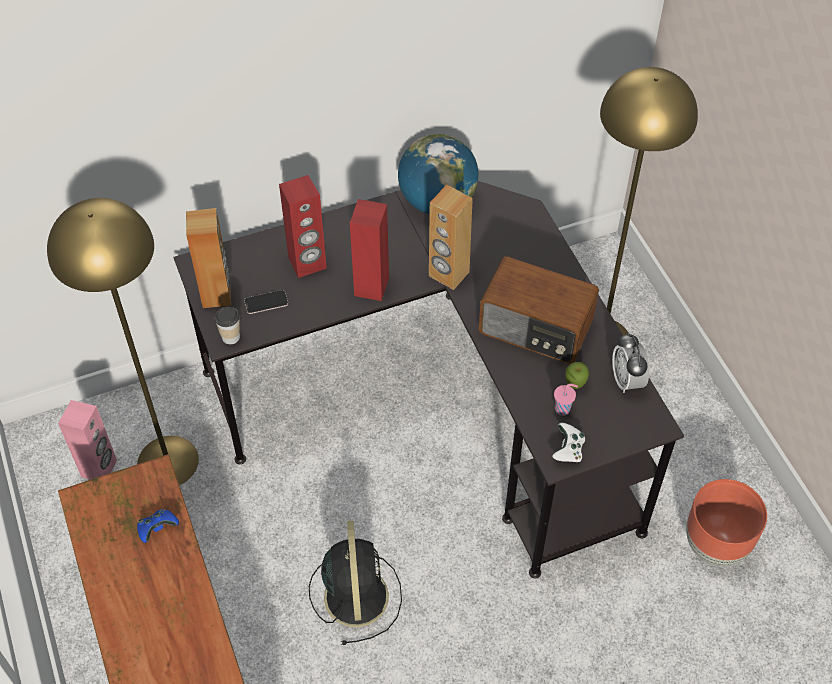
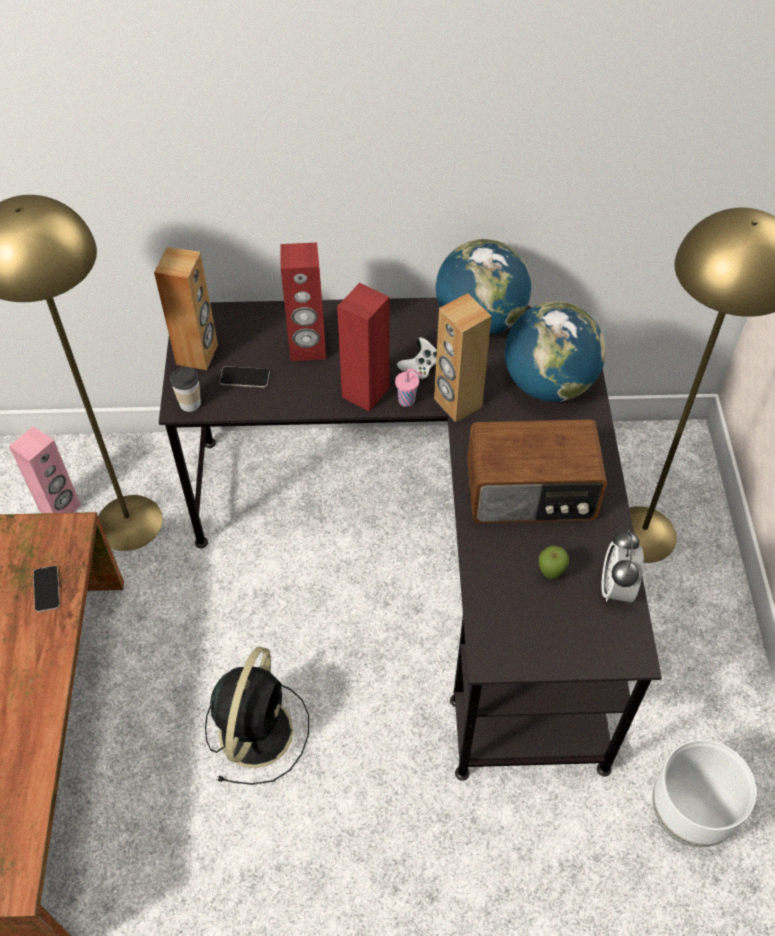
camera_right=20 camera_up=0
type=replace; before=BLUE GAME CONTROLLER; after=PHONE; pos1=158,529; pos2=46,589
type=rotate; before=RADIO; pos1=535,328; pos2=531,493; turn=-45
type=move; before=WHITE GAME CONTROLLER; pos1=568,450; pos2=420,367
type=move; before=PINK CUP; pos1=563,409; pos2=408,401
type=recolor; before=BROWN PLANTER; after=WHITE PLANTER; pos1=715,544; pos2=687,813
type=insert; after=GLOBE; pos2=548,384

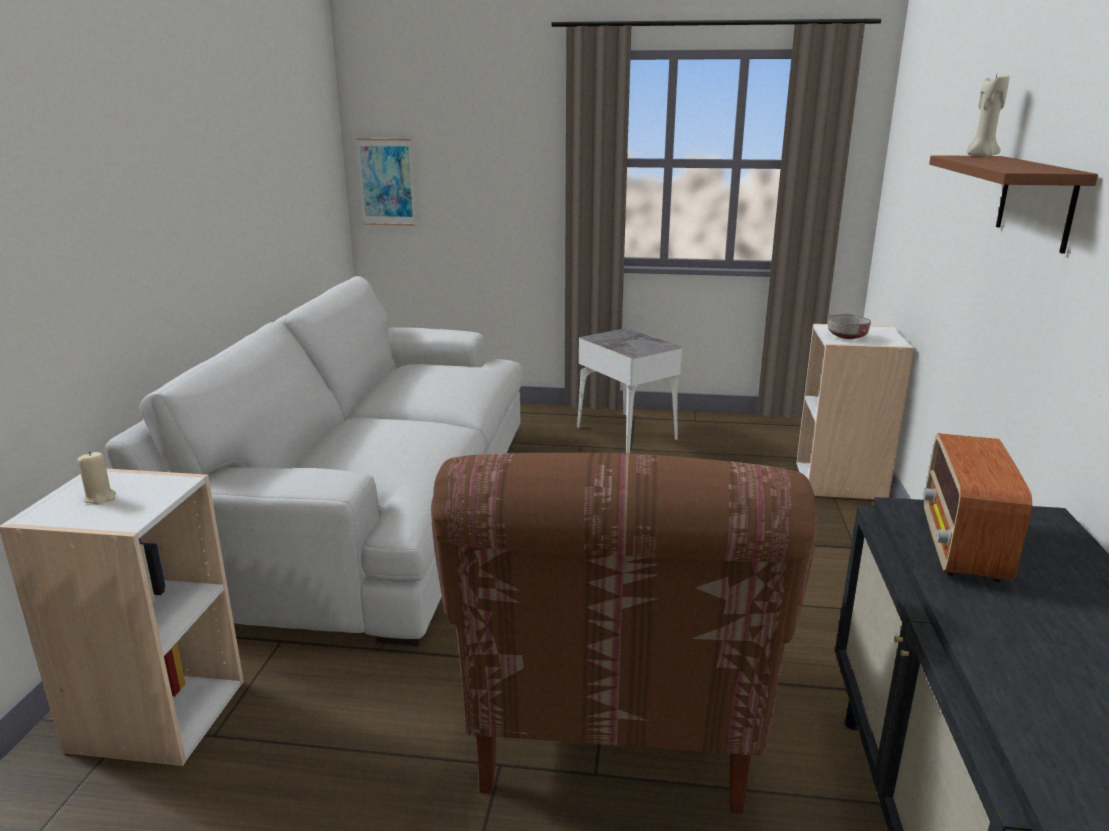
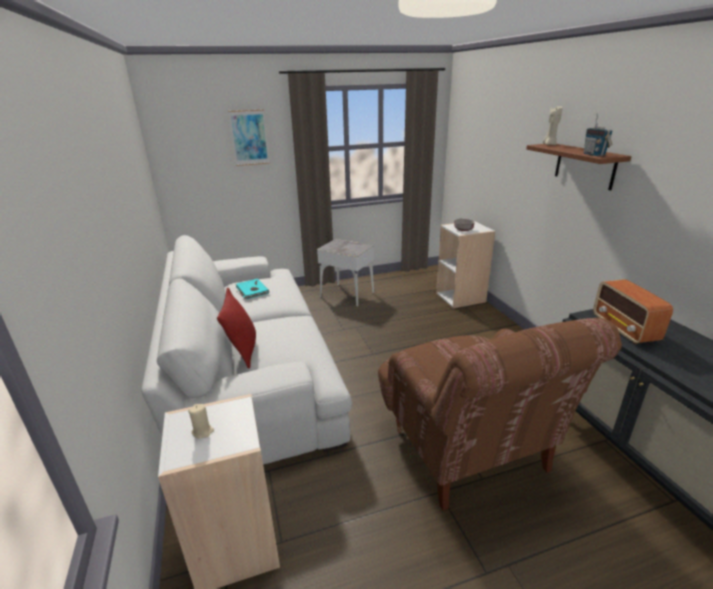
camera_right=-25 camera_up=5
type=move; before=PICTURE; pos1=387,182; pos2=249,138
type=insert; after=RED PILLOW; pos2=243,351
type=insert; after=TURQUOISE BOOK; pos2=252,290
type=insert; after=RADIO; pos2=594,154

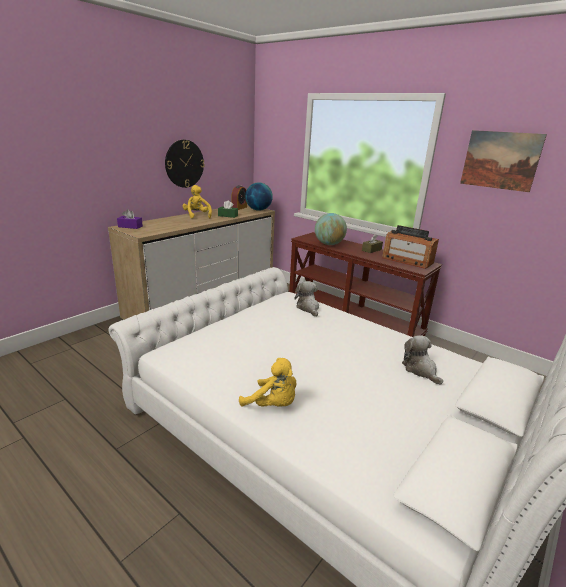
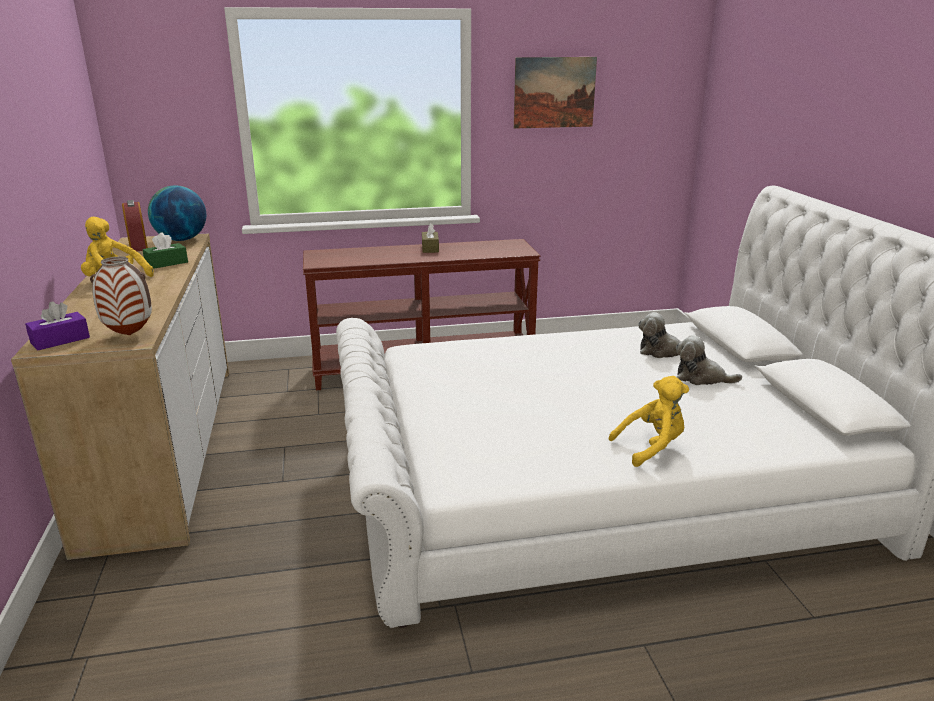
camera_right=-50 camera_up=0
type=delete; before=WALL CLOCK; pos1=184,164
type=move; before=PLUSH TOY; pos1=308,308; pos2=701,378
type=delete; before=GLOBE; pos1=329,244
type=delete; before=RADIO; pos1=407,260
type=insert; after=VASE; pos2=130,335

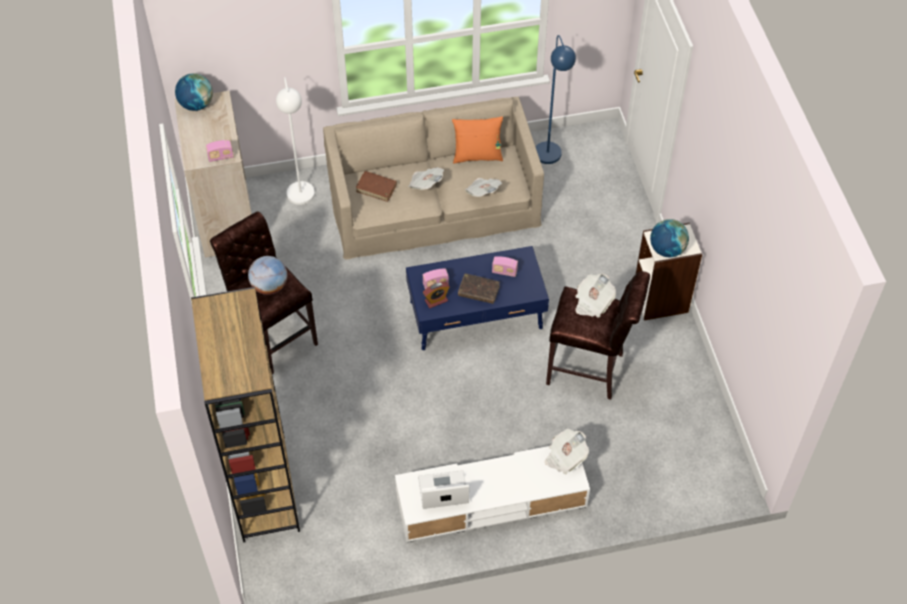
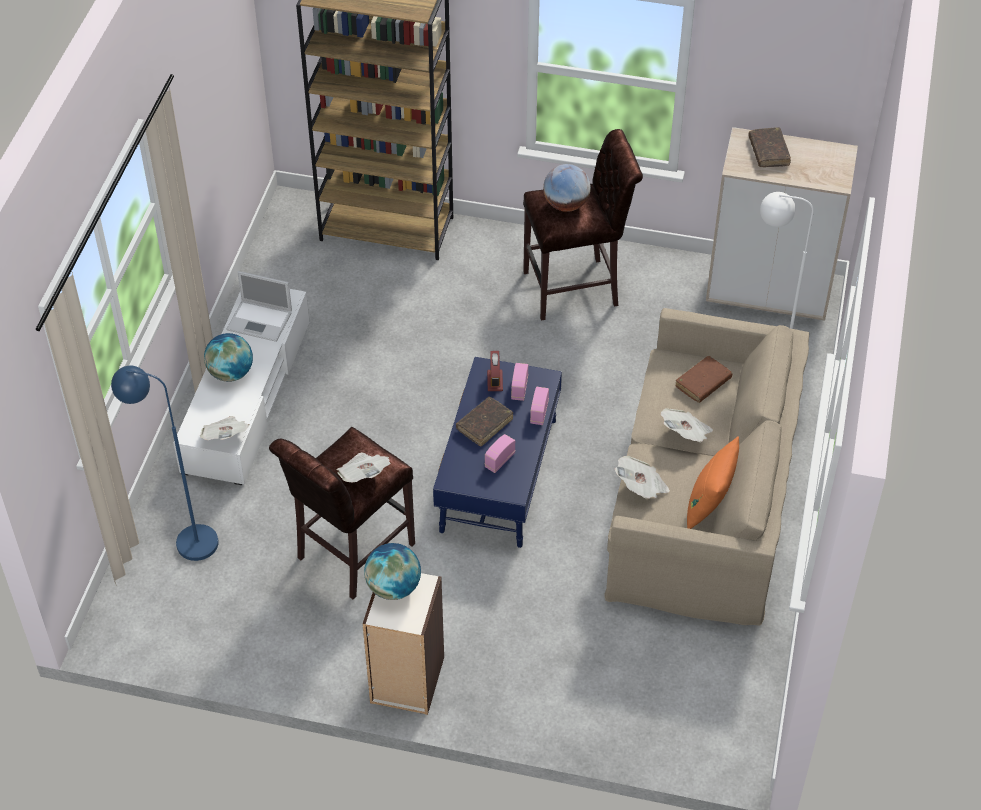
camera_right=115 camera_up=-5
type=move; before=GLOBE; pos1=196,104; pos2=231,373
type=move; before=RADIO; pos1=221,157; pos2=539,413
type=rotate; before=LAPTOP; pos1=442,490; pos2=260,321; turn=90
type=move; before=BLUE FLOOR LAMP; pos1=550,160; pos2=184,542
type=insert; after=BROWN BOOK; pos2=768,152

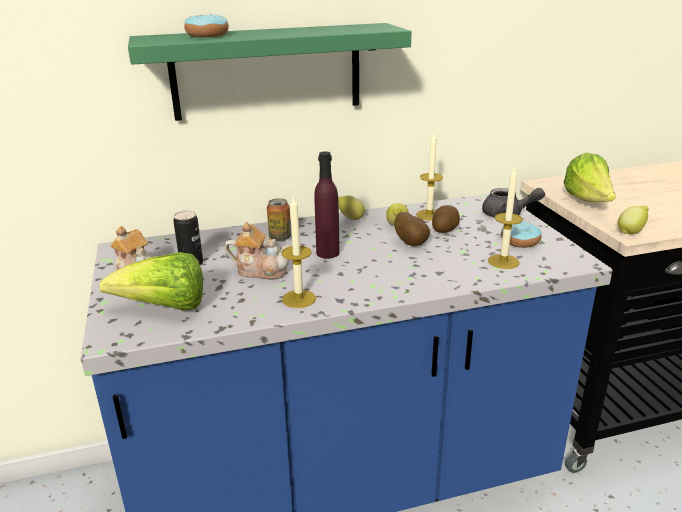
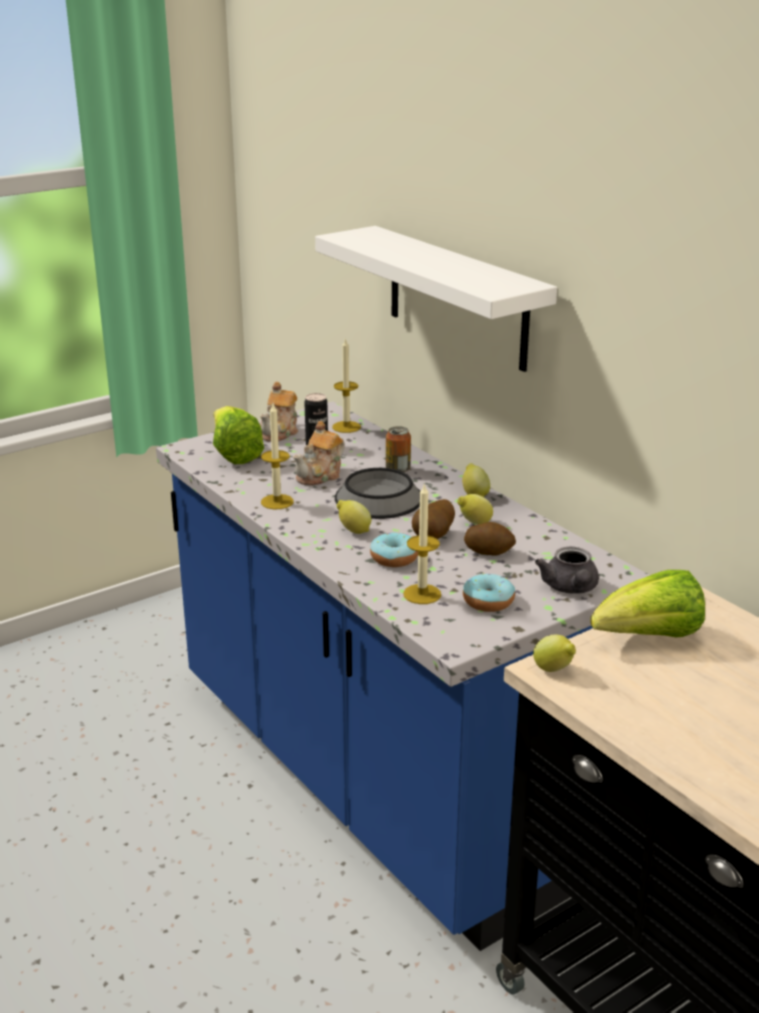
camera_right=70 camera_up=0
type=recolor; before=GREEN SHELF; after=WHITE SHELF; pos1=267,71; pos2=457,298
type=move; before=DONUT; pos1=207,35; pos2=394,558
type=rotate; before=TEAPOT; pos1=260,270; pos2=320,475; turn=45
type=replace; before=PURPLE BOTTLE; after=BOWL; pos1=327,253; pos2=378,498
type=move; before=CANDLE; pos1=429,215; pos2=346,427
type=insert; after=LEMON; pos2=353,531

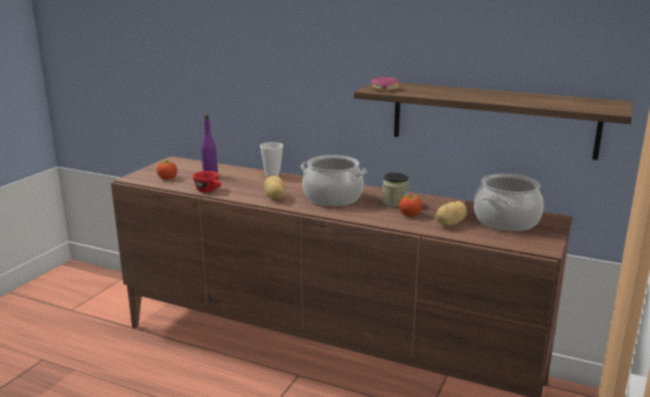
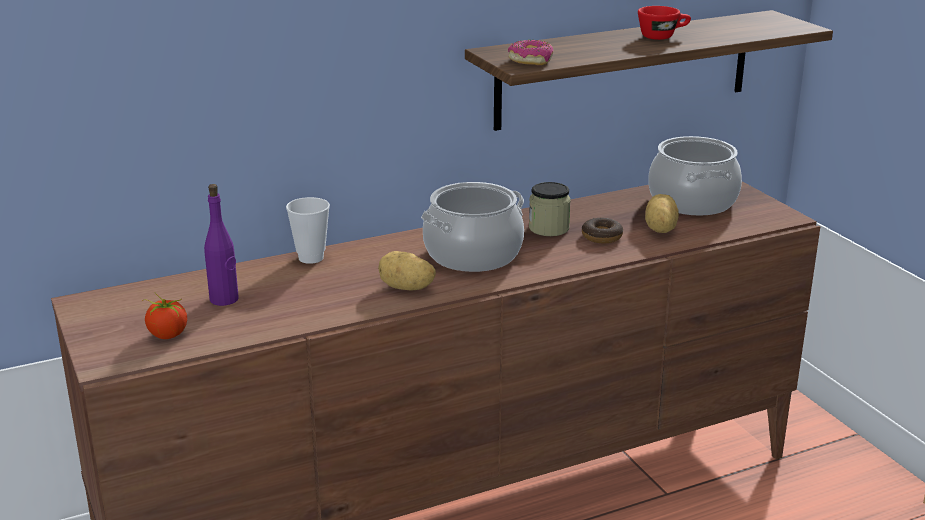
camera_right=-50 camera_up=5
type=move; before=RED CUP; pos1=209,191; pos2=662,36
type=replace; before=TOMATO; after=DONUT; pos1=410,215; pos2=601,237

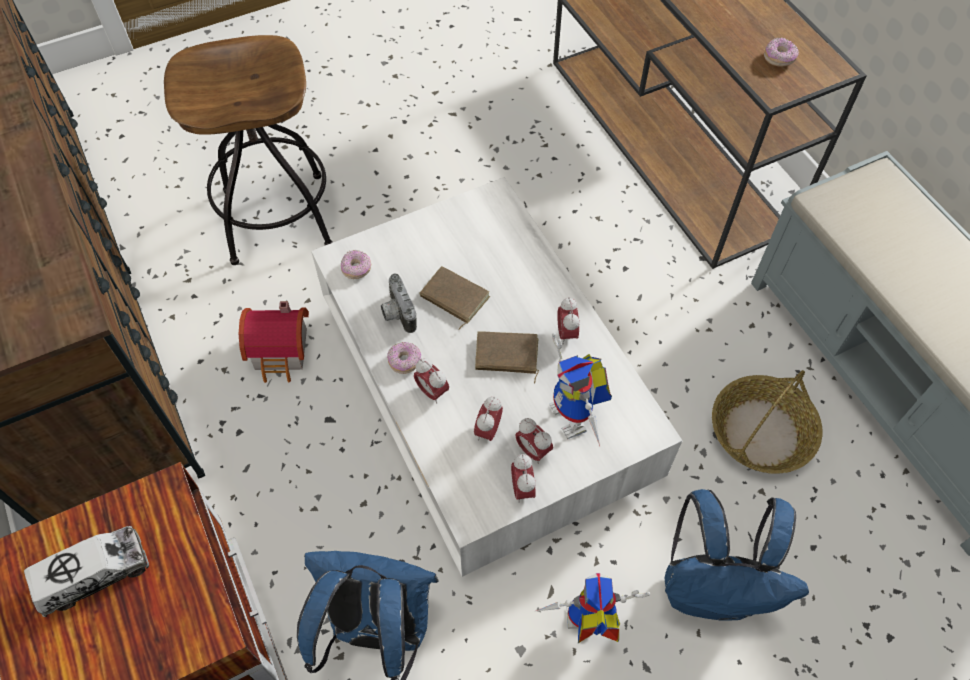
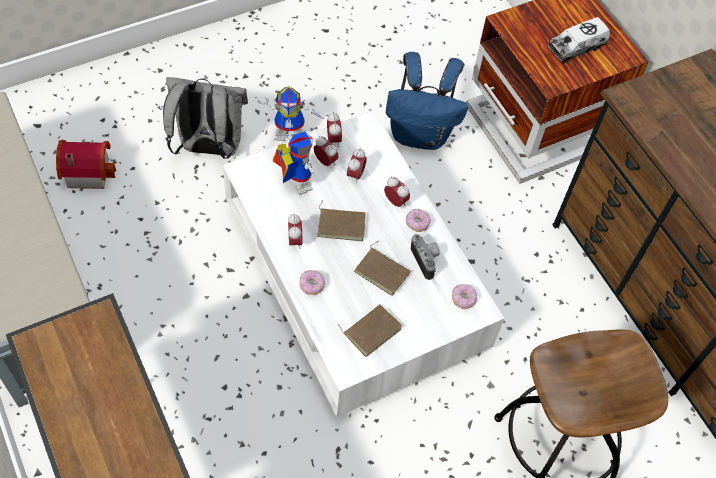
camera_right=175 camera_up=0
type=move; before=TOY HOUSE; pos1=282,353; pos2=87,170
type=recolor; before=BLUE BACKPACK; after=GREY BACKPACK; pos1=710,589; pos2=208,147
type=delete; before=BASKET; pos1=761,432
type=move; before=DONUT; pos1=779,59; pos2=312,285
type=insert; after=BROWN BOOK; pos2=371,330

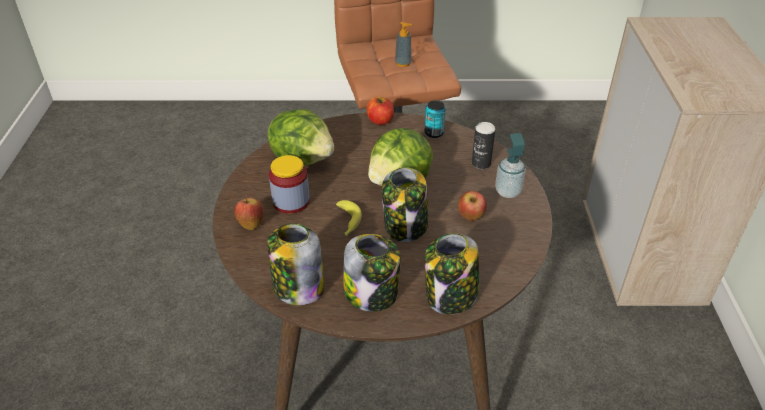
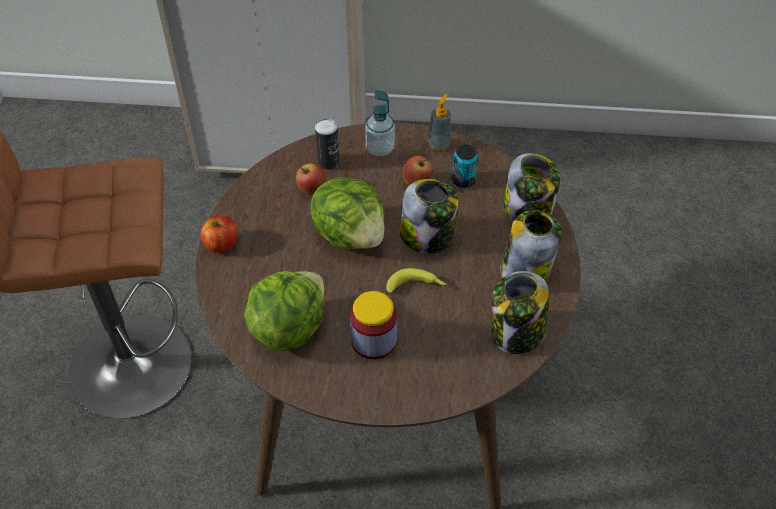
camera_right=-85 camera_up=10
type=move; before=APPLE; pos1=251,223; pos2=311,190
type=move; before=SOAP DISPENSER; pos1=403,63; pos2=439,145
type=move; before=CAN; pos1=434,133; pos2=463,180

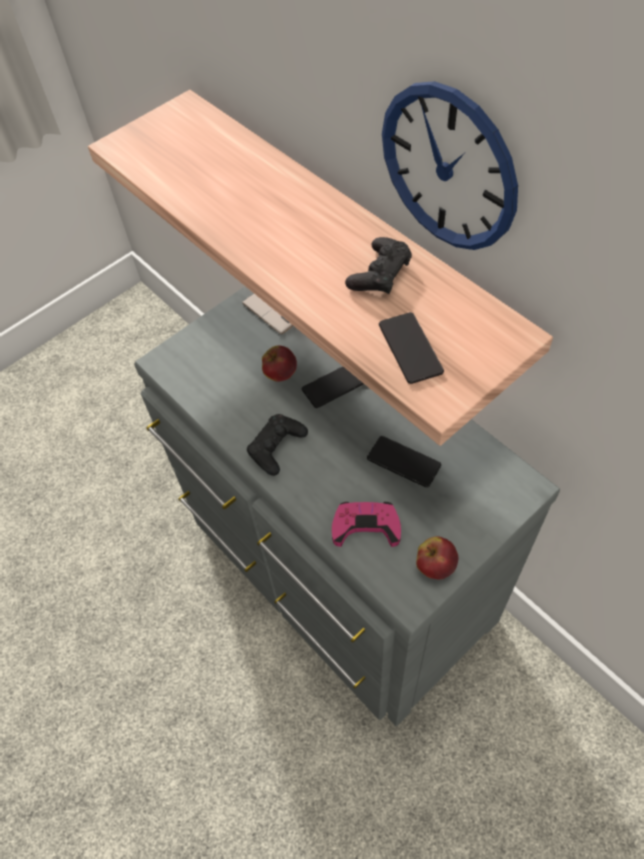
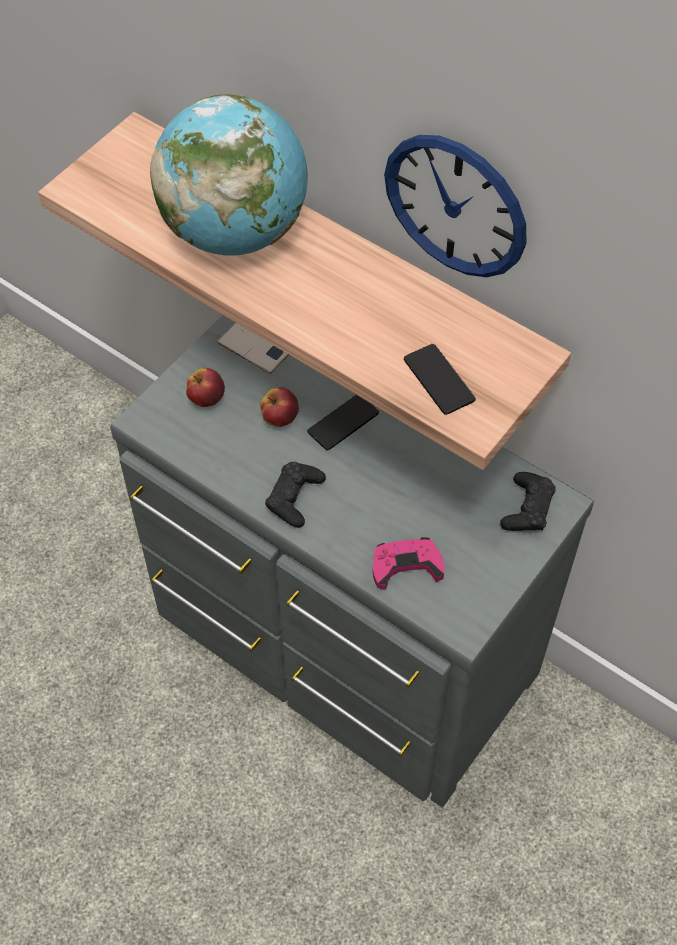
camera_right=-15 camera_up=0
type=move; before=BLACK GAME CONTROLLER; pos1=380,273; pos2=527,508
type=delete; before=PHONE; pos1=403,462
type=move; before=APPLE; pos1=435,566; pos2=206,398
type=insert; after=GLOBE; pos2=235,231

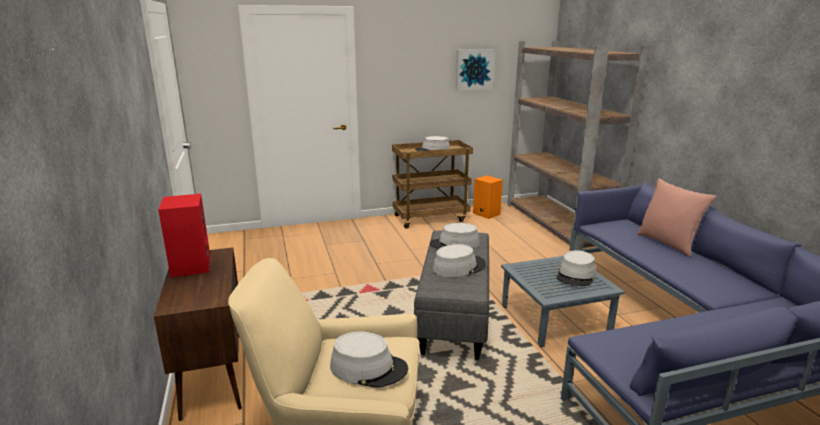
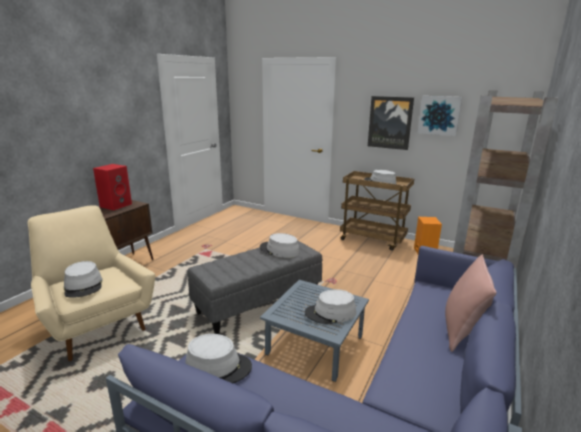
camera_right=45 camera_up=0
type=move; before=GREY HAT; pos1=458,267; pos2=218,366
type=insert; after=PICTURE; pos2=390,122

